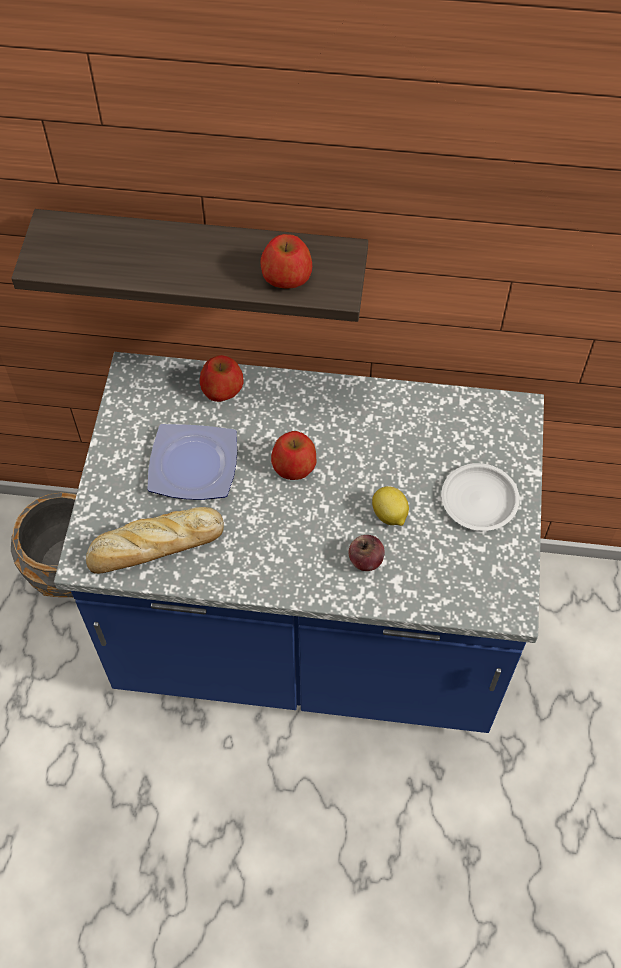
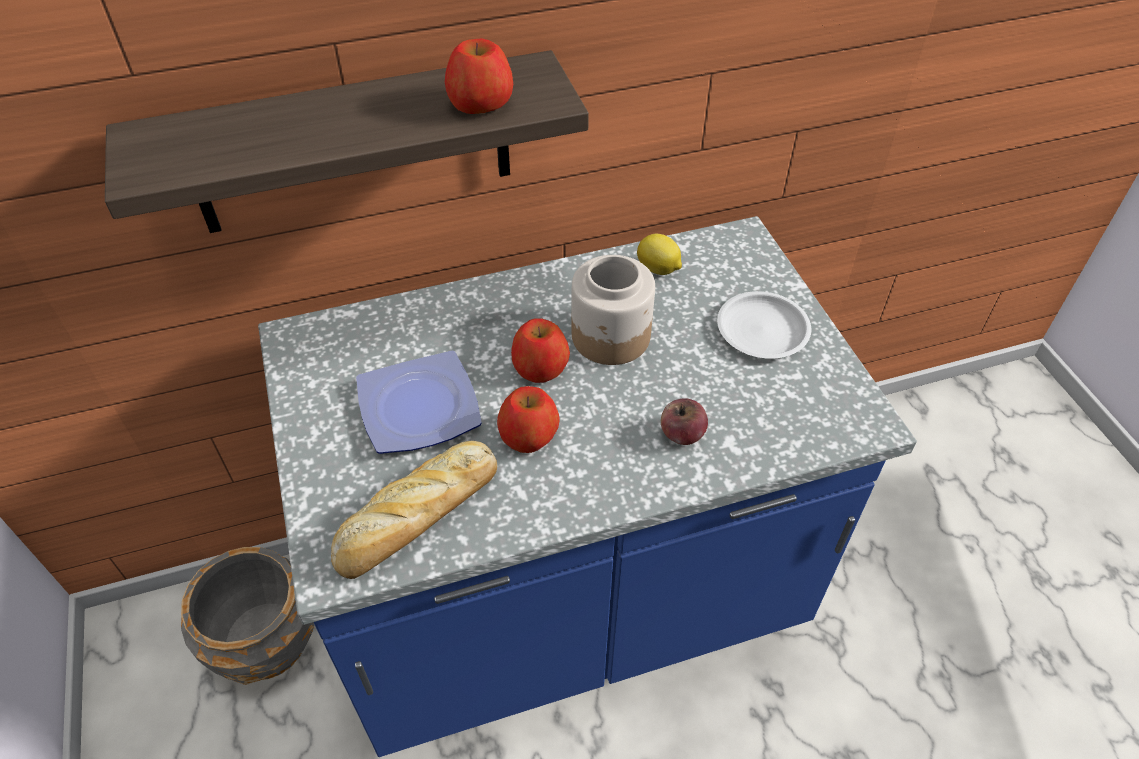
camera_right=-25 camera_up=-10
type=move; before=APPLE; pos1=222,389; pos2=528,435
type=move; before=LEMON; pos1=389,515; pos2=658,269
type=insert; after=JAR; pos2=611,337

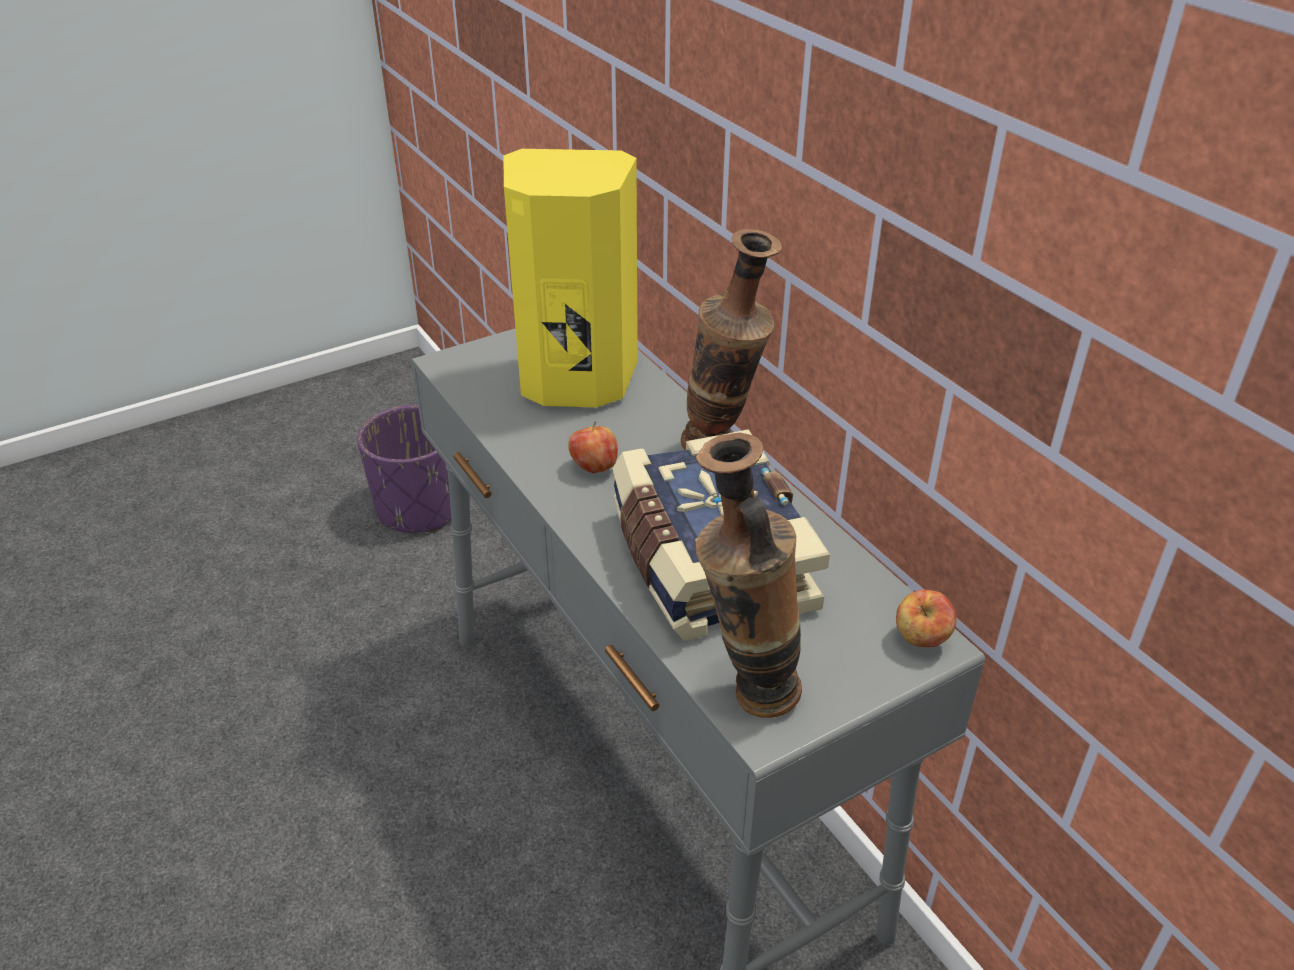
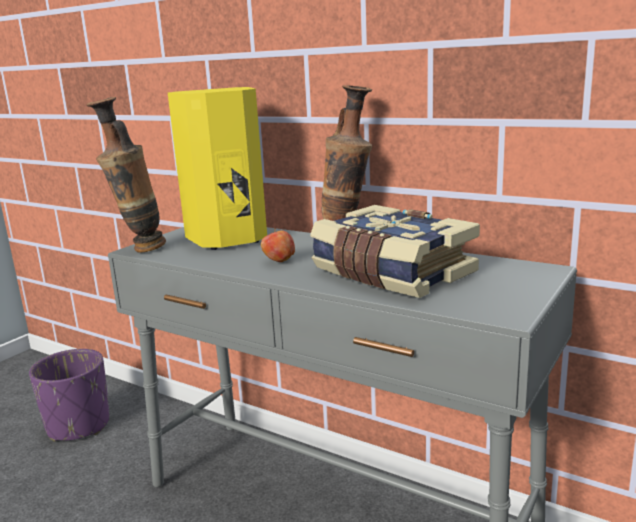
camera_right=-25 camera_up=-20
type=move; before=VASE; pos1=744,694; pos2=139,250
type=delete; before=APPLE; pos1=921,640

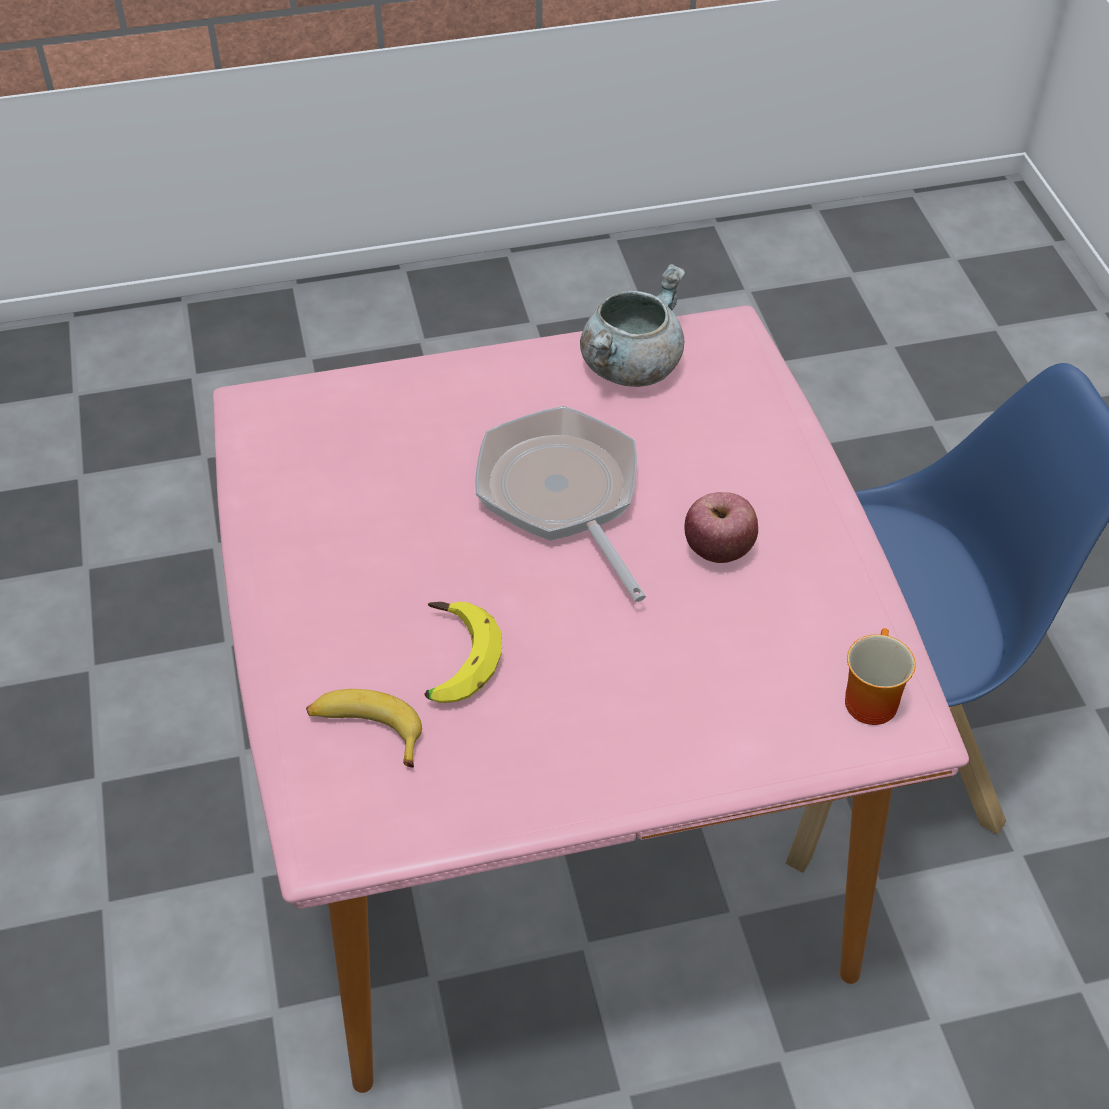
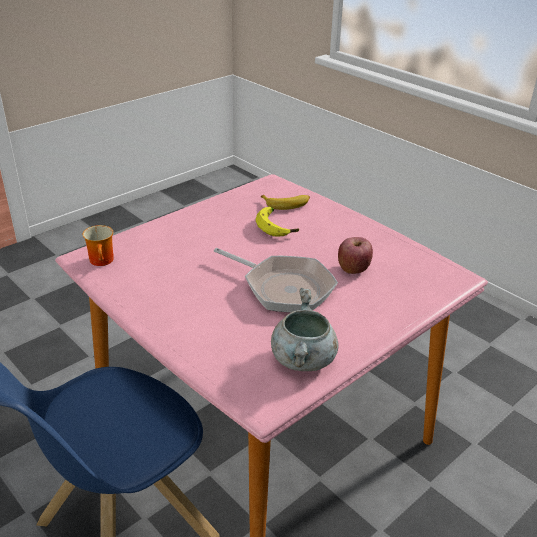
camera_right=150 camera_up=-15
type=move; before=APPLE; pos1=719,550; pos2=353,268

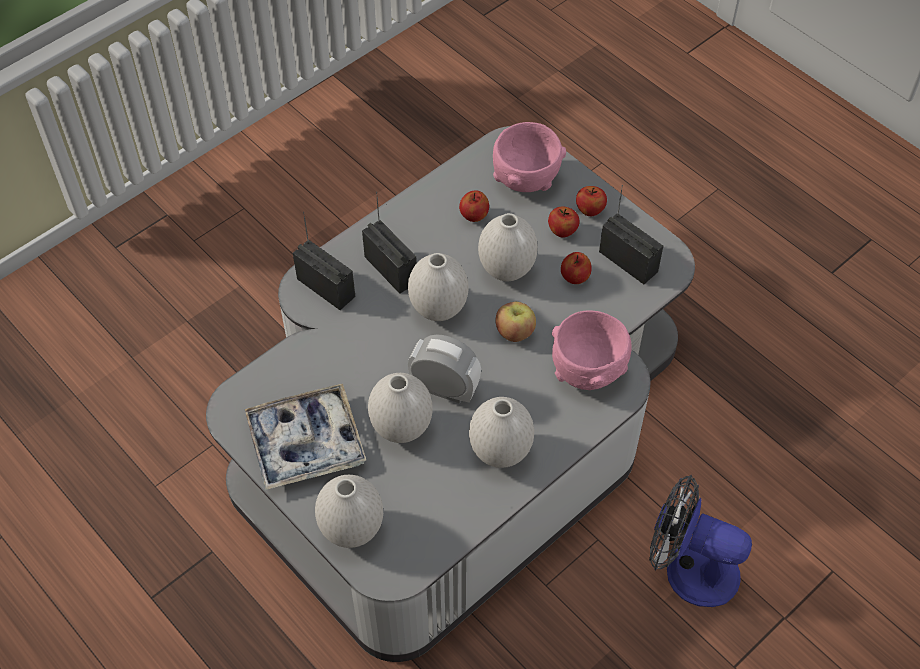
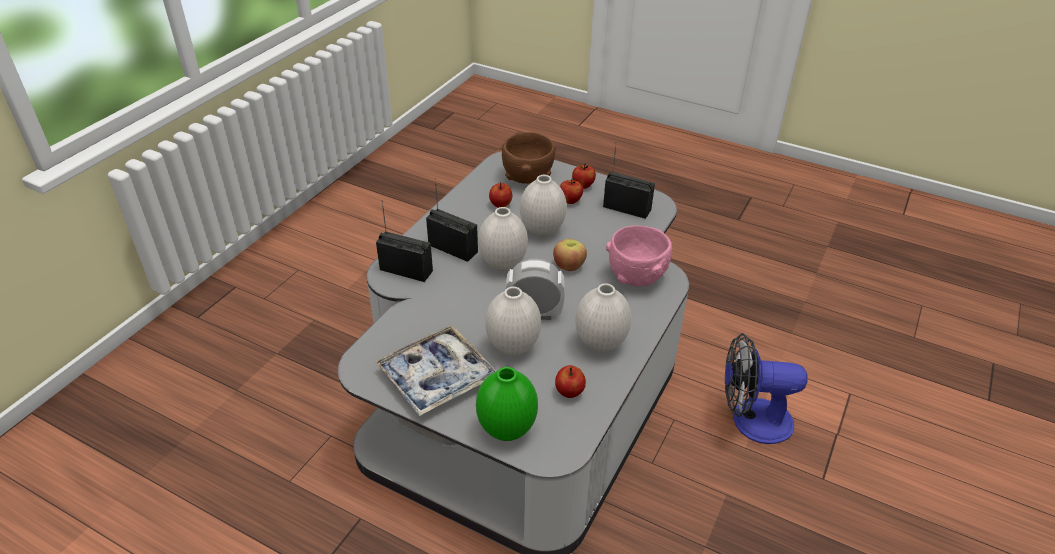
camera_right=-20 camera_up=-15
type=recolor; before=WHITE VASE; after=GREEN VASE; pos1=353,530; pos2=507,429
type=recolor; before=PINK BOWL; after=BROWN BOWL; pos1=525,179; pos2=527,178
type=move; before=APPLE; pos1=575,278; pos2=569,392

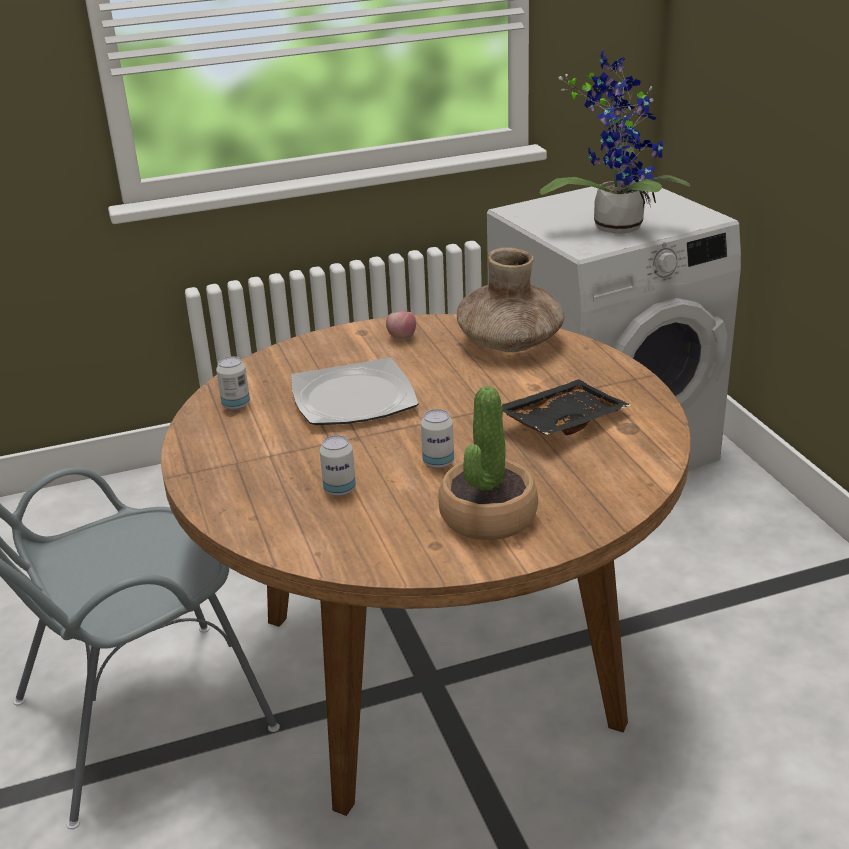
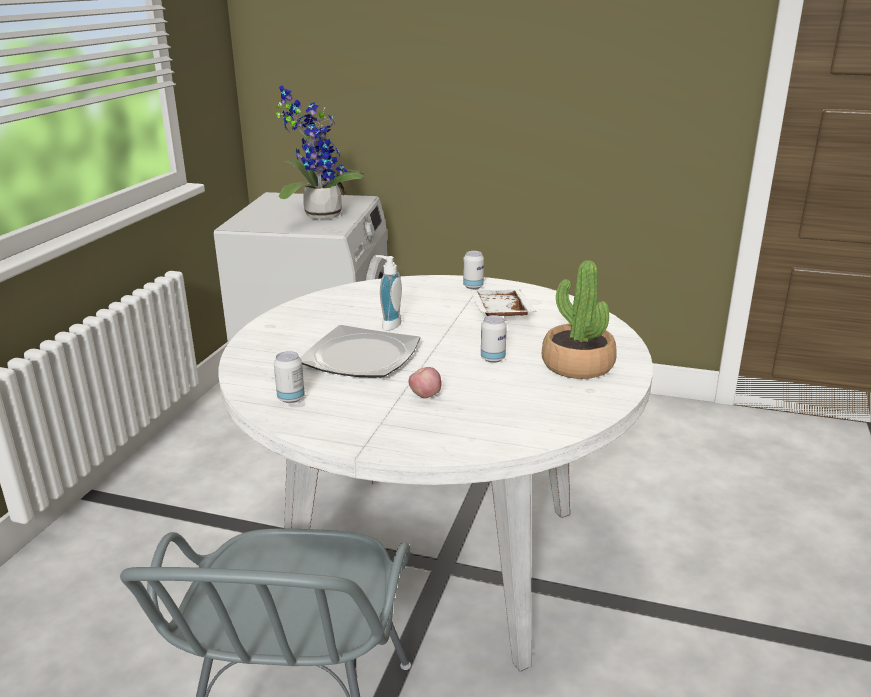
camera_right=-55 camera_up=-5
type=recolor; before=BROWN DINING TABLE; after=WHITE DINING TABLE; pos1=436,669; pos2=437,558
type=move; before=CAN; pos1=339,490; pos2=473,286
type=move; before=APPLE; pos1=402,337; pos2=425,396
type=delete; before=BROWN VASE; pos1=510,343
type=recolor; before=BLACK TRAY; after=WHITE TRAY; pos1=561,421; pos2=499,313
type=insert; after=SOAP DISPENSER; pos2=388,325

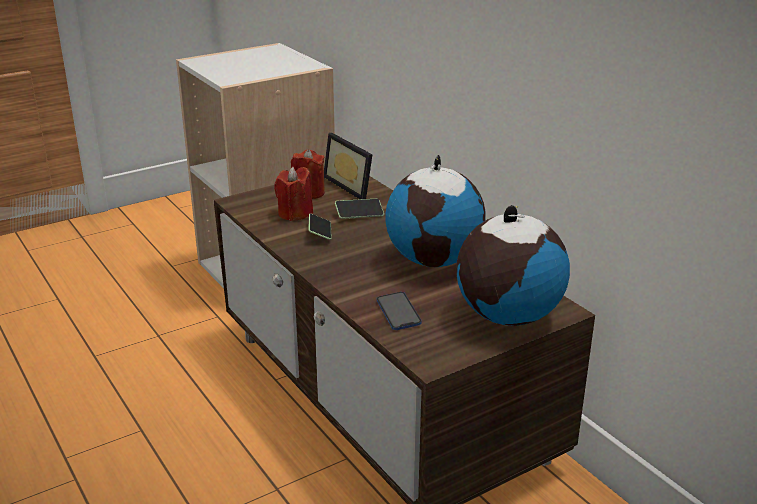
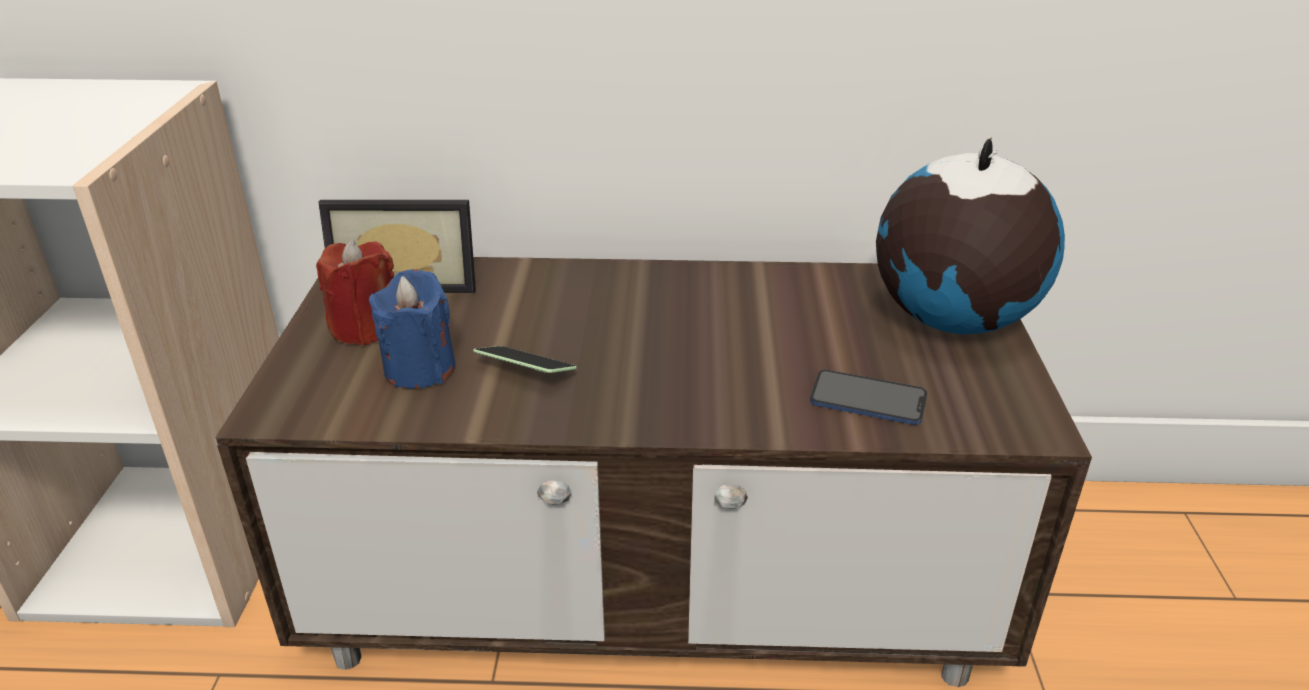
camera_right=-55 camera_up=5
type=recolor; before=RED CANDLE; after=BLUE CANDLE; pos1=295,213; pos2=419,369
type=delete; before=PHONE; pos1=359,215
type=delete; before=GLOBE; pos1=435,260

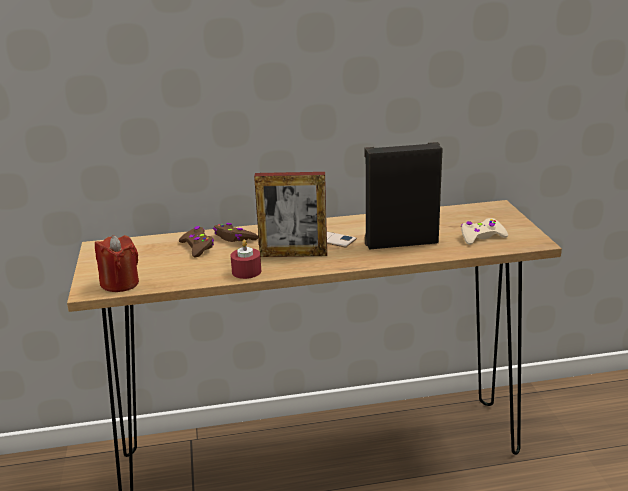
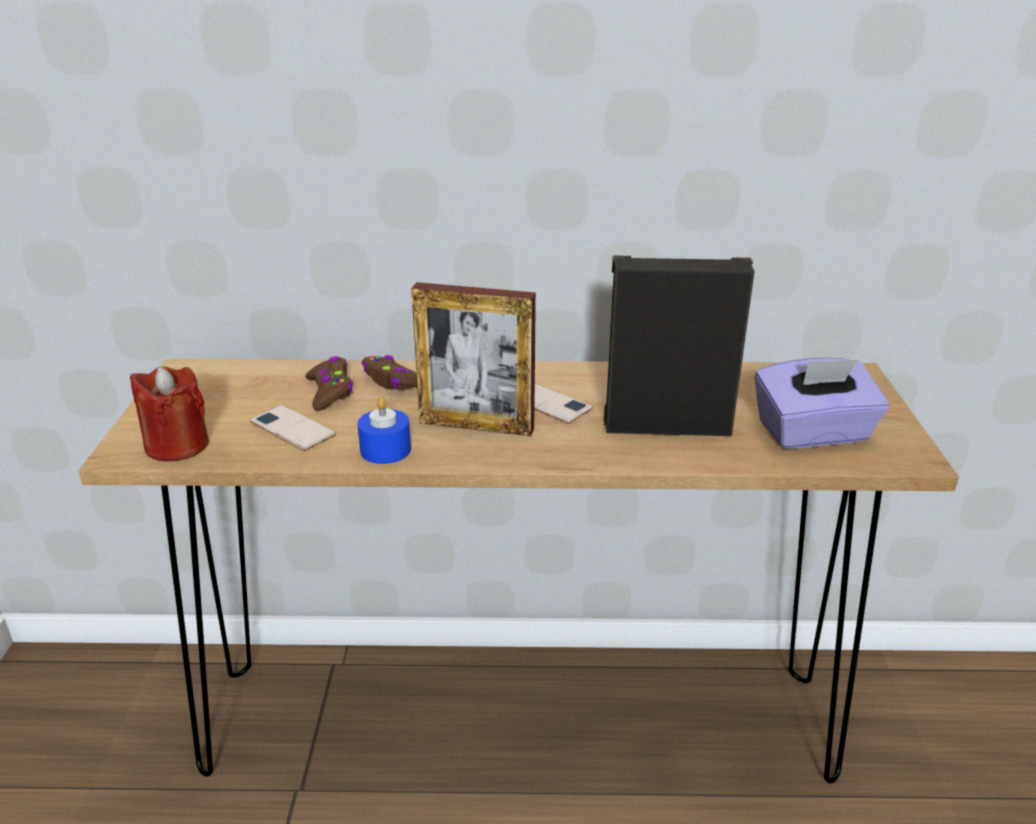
camera_right=10 camera_up=5
type=recolor; before=RED CANDLE; after=BLUE CANDLE; pos1=246,271; pos2=385,450
type=replace; before=BEIGE GAME CONTROLLER; after=PURPLE TISSUE BOX; pos1=481,237; pos2=813,433
type=insert; after=PHONE; pos2=292,428

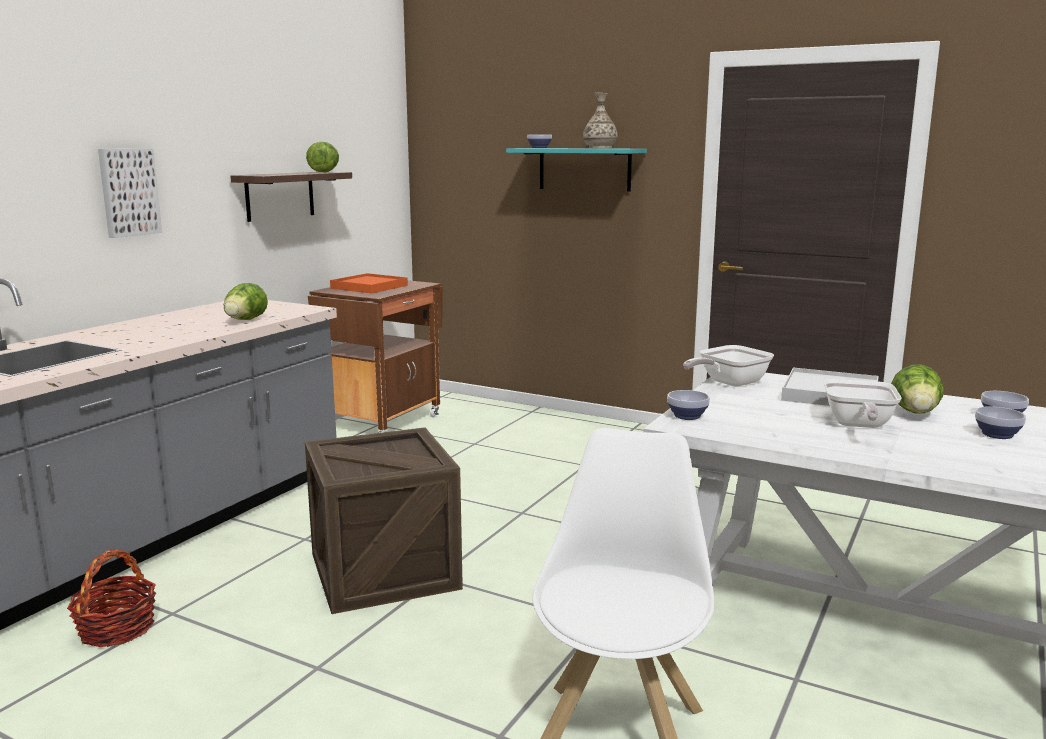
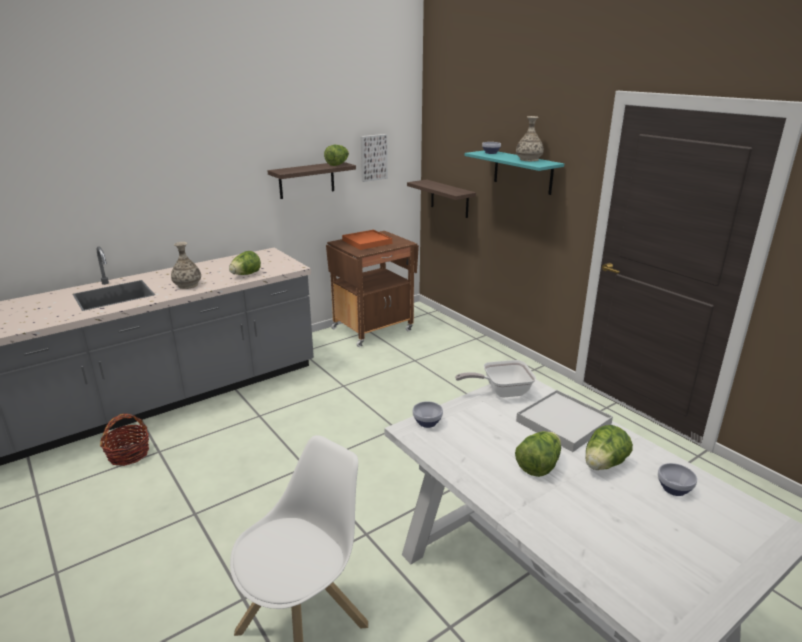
camera_right=25 camera_up=10
type=move; before=PICTURE; pos1=128,192; pos2=373,157
type=delete; before=CRATE; pos1=384,571
type=replace; before=FRYING PAN; after=LETTUCE; pos1=858,425; pos2=538,466
type=delete; before=BOWL; pos1=996,434
type=insert; after=VASE; pos2=187,285
type=insert; after=SHELF; pos2=449,198

